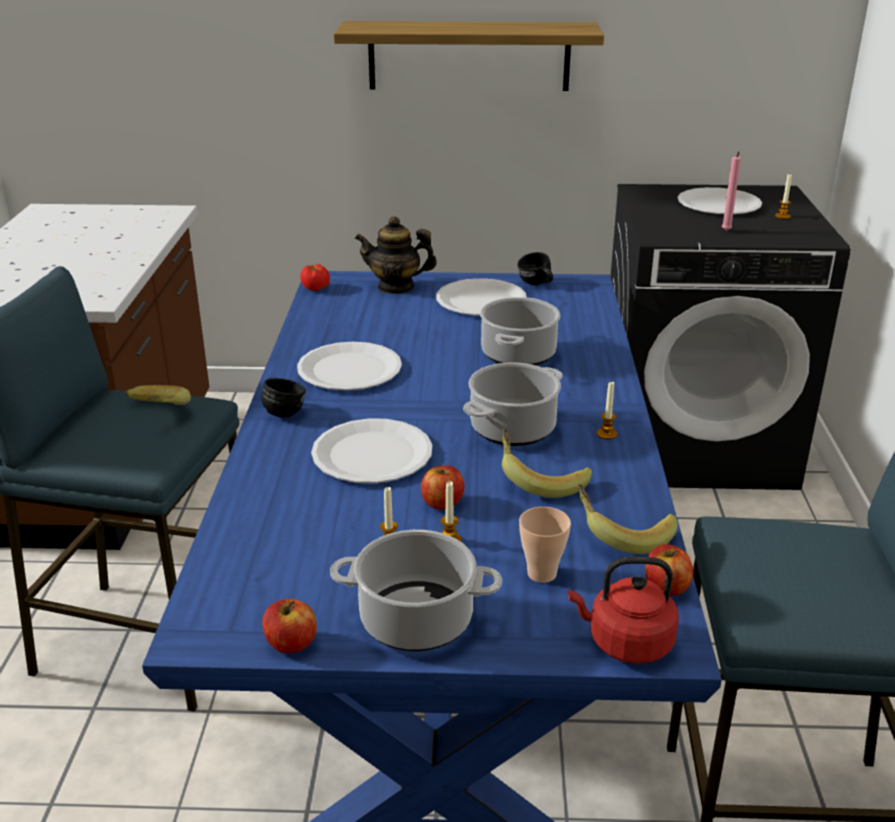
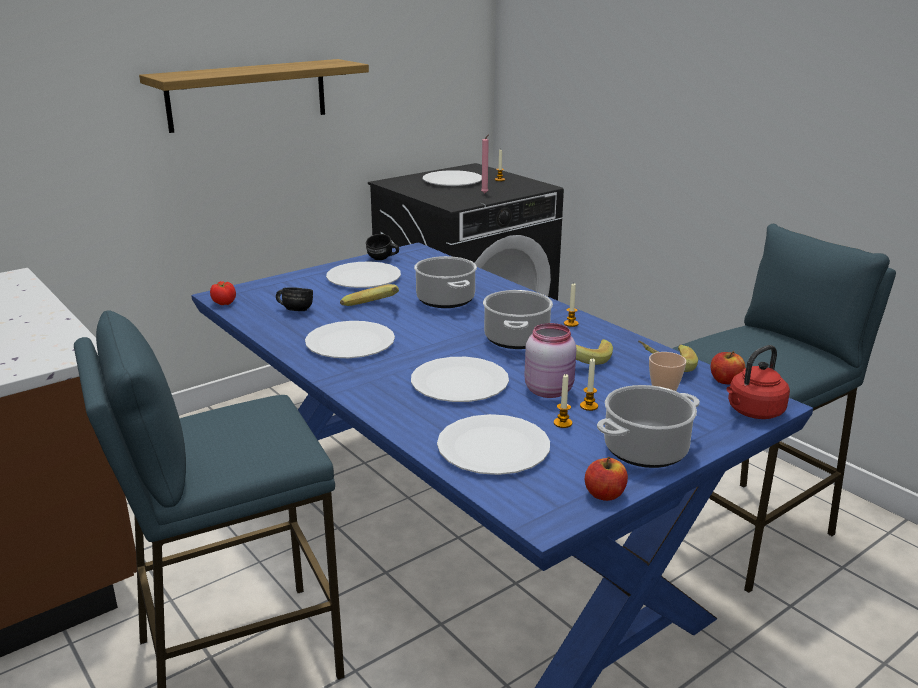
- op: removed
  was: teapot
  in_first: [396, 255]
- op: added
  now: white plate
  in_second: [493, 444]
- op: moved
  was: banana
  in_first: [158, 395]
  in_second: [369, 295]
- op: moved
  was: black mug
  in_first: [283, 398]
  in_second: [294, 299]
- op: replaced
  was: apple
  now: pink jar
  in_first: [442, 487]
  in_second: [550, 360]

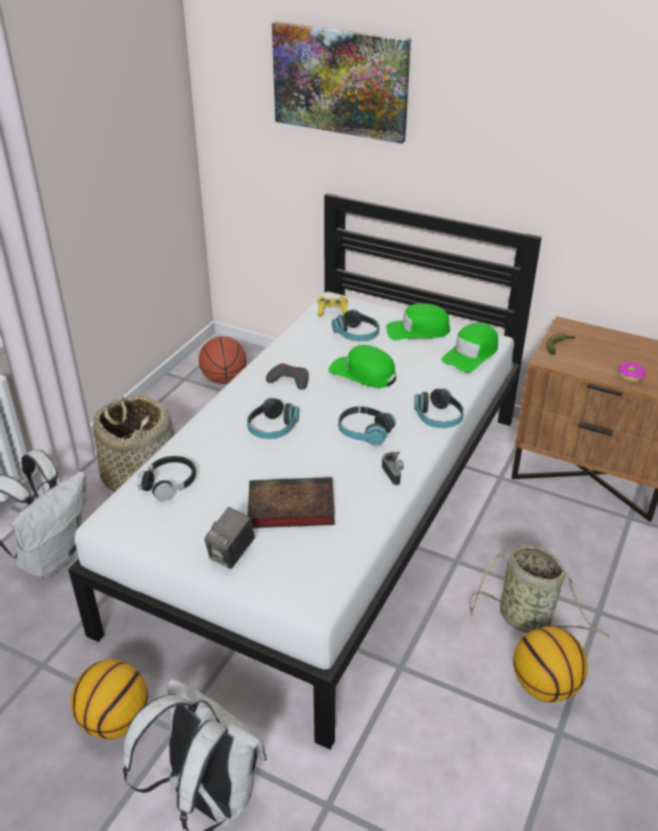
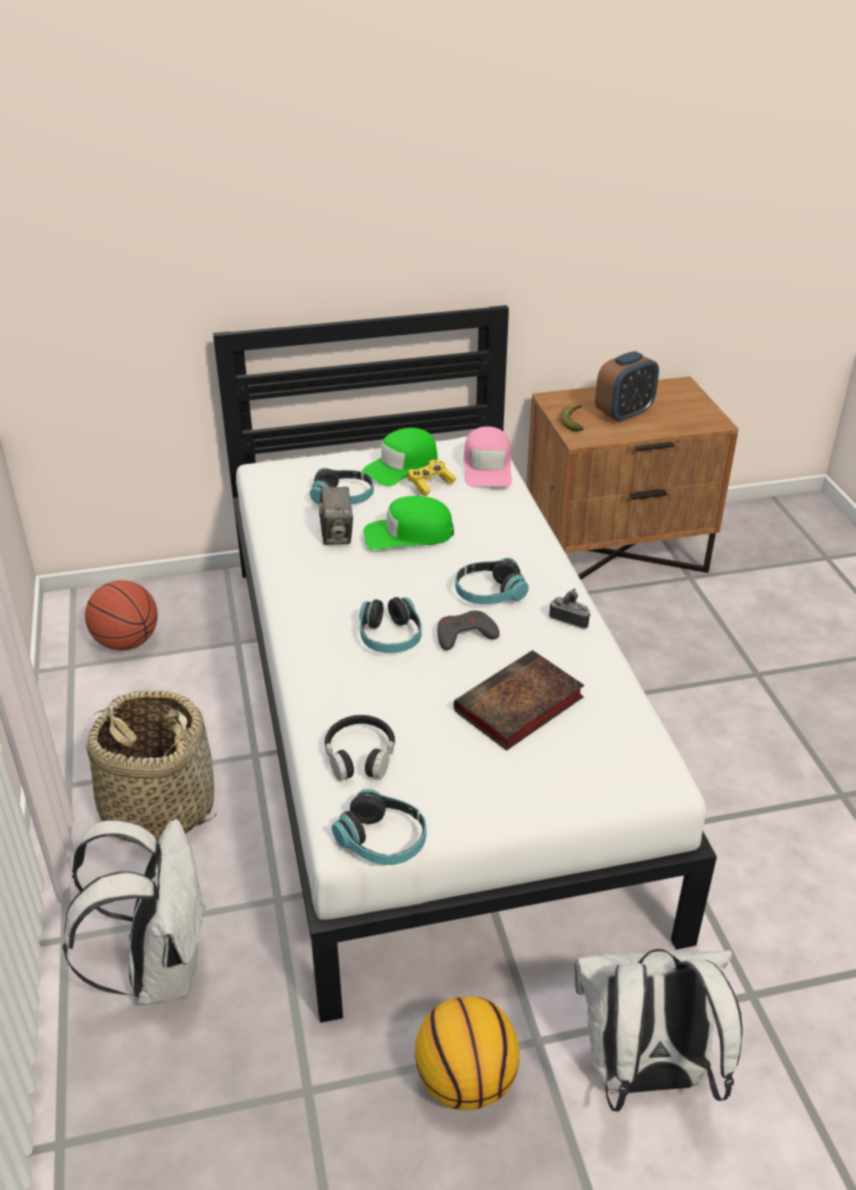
- op: removed
  was: picture
  in_first: [341, 83]
- op: removed
  was: basket
  in_first: [539, 591]
- op: removed
  was: basketball
  in_first: [550, 664]
- op: removed
  was: donut
  in_first: [632, 372]
- op: added
  now: alarm clock
  in_second: [627, 387]
- op: moved
  was: photo camera
  in_first: [230, 538]
  in_second: [336, 516]
- op: moved
  was: grey game controller
  in_first: [287, 376]
  in_second: [468, 630]
- op: moved
  was: yellow game controller
  in_first: [332, 306]
  in_second: [431, 478]
- op: moved
  was: headphones
  in_first: [439, 408]
  in_second: [379, 827]
- op: recoloured
  was: green cap
  now: pink cap
  in_first: [470, 347]
  in_second: [487, 456]

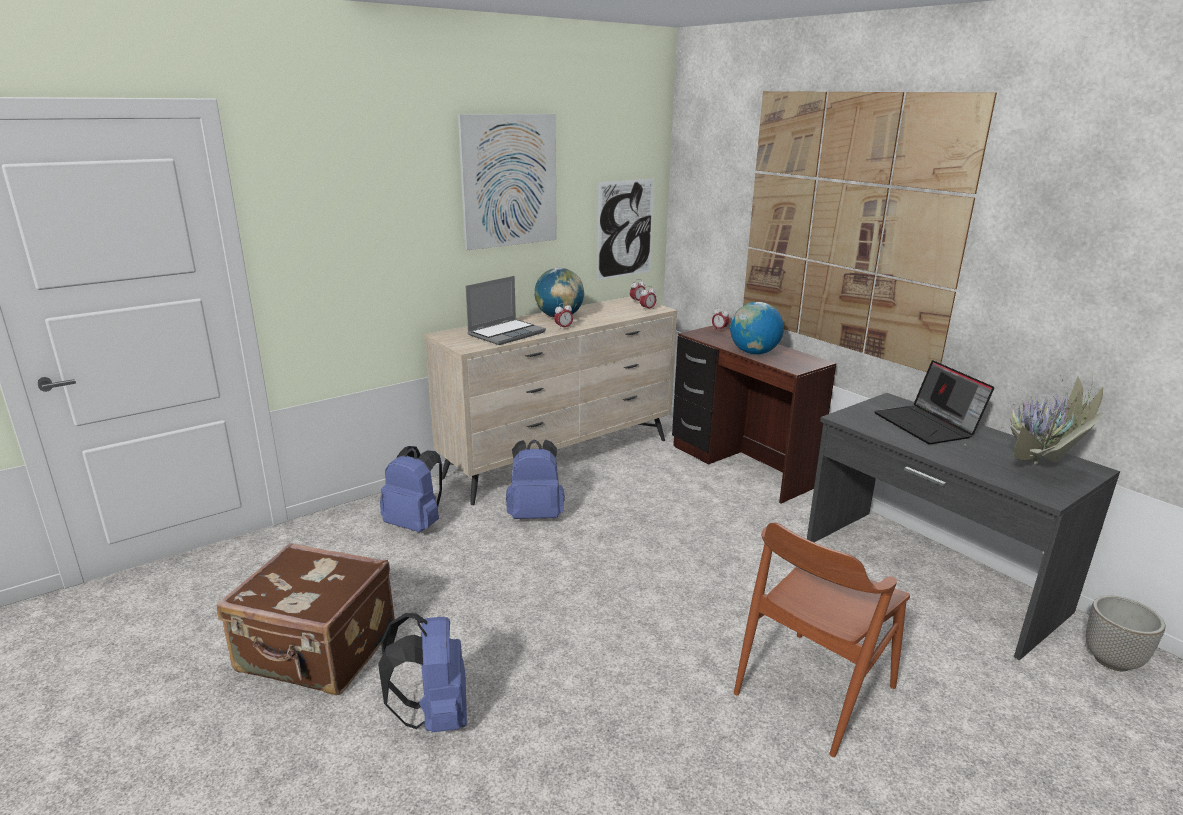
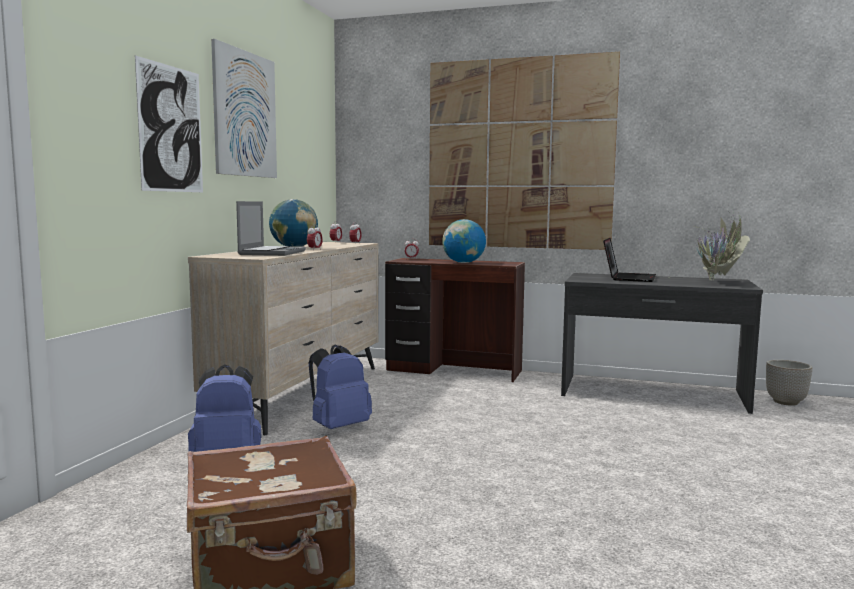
- op: removed
  was: blue backpack
  in_first: [422, 673]
- op: removed
  was: brown chair
  in_first: [822, 640]
- op: moved
  was: picture
  in_first: [625, 229]
  in_second: [169, 123]
- op: turned
  was: laptop
  in_first: [934, 402]
  in_second: [629, 260]
  clockwise: -105

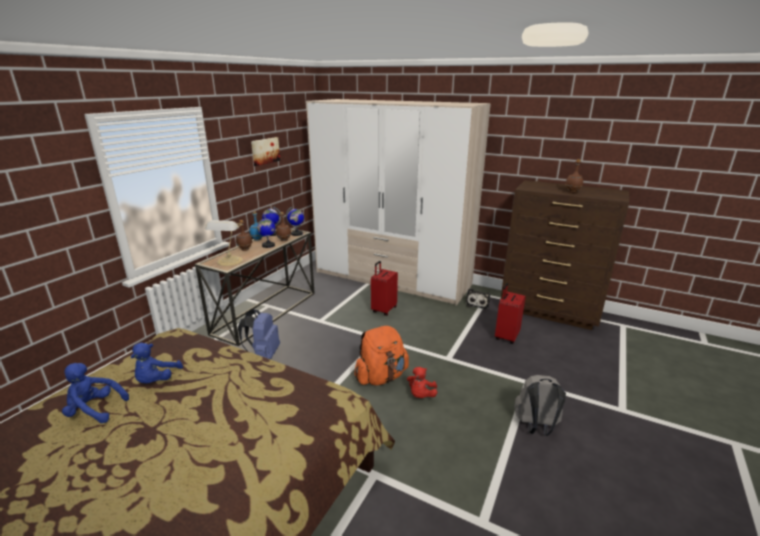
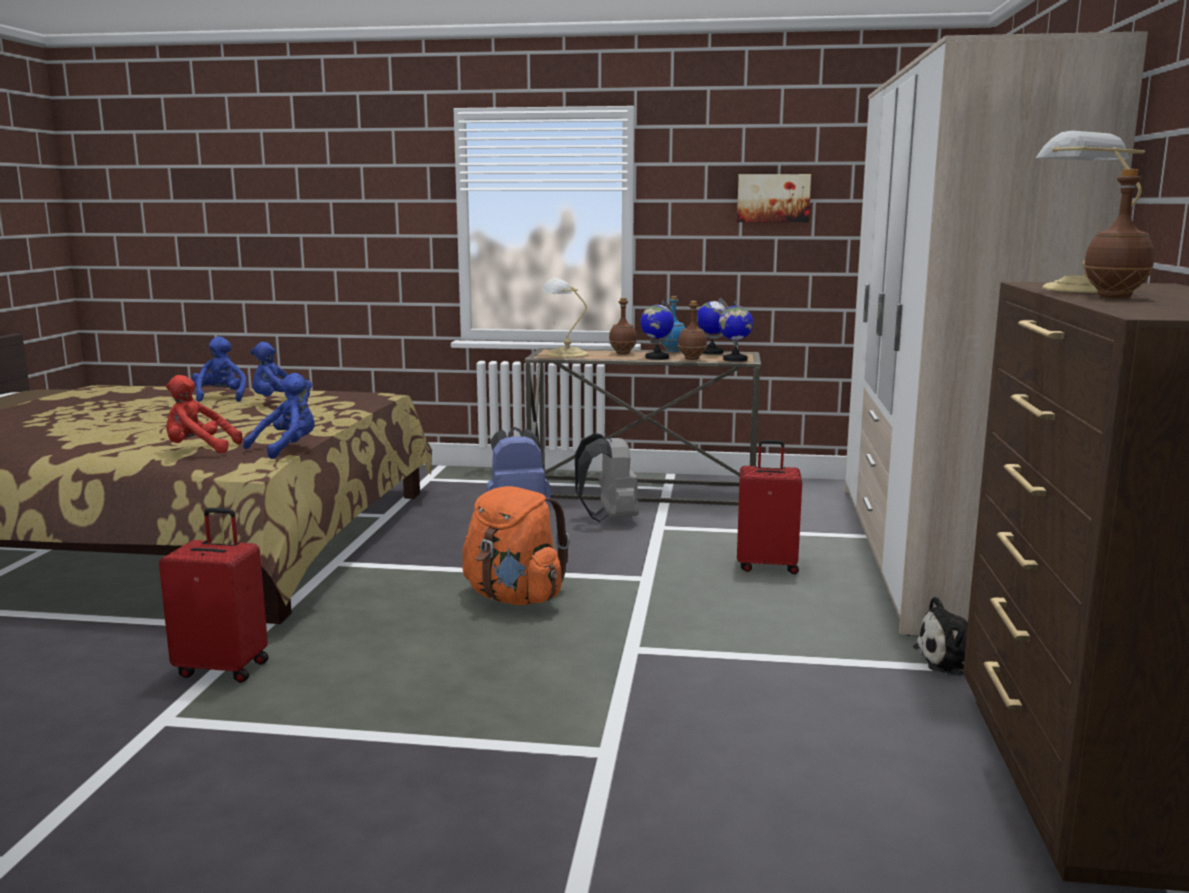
- op: added
  now: blue plush toy
  in_second: [279, 416]
- op: added
  now: table lamp
  in_second: [1090, 212]
- op: moved
  was: red plush toy
  in_first: [422, 382]
  in_second: [204, 414]
- op: moved
  was: red suitcase
  in_first: [510, 313]
  in_second: [214, 595]
- op: moved
  was: grey backpack
  in_first: [540, 405]
  in_second: [607, 477]

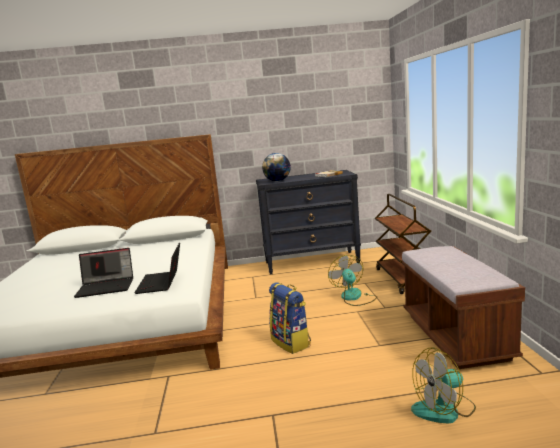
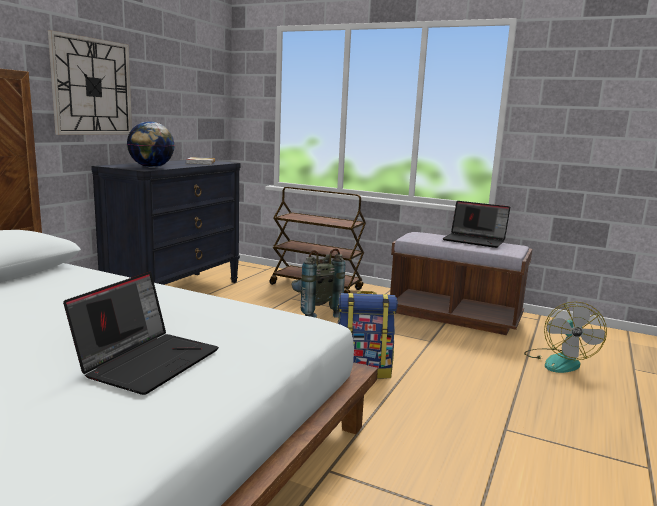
- op: added
  now: wall clock
  in_second: [90, 82]
- op: moved
  was: laptop
  in_first: [157, 268]
  in_second: [476, 224]
- op: replaced
  was: fan
  now: grey backpack
  in_first: [352, 280]
  in_second: [318, 283]

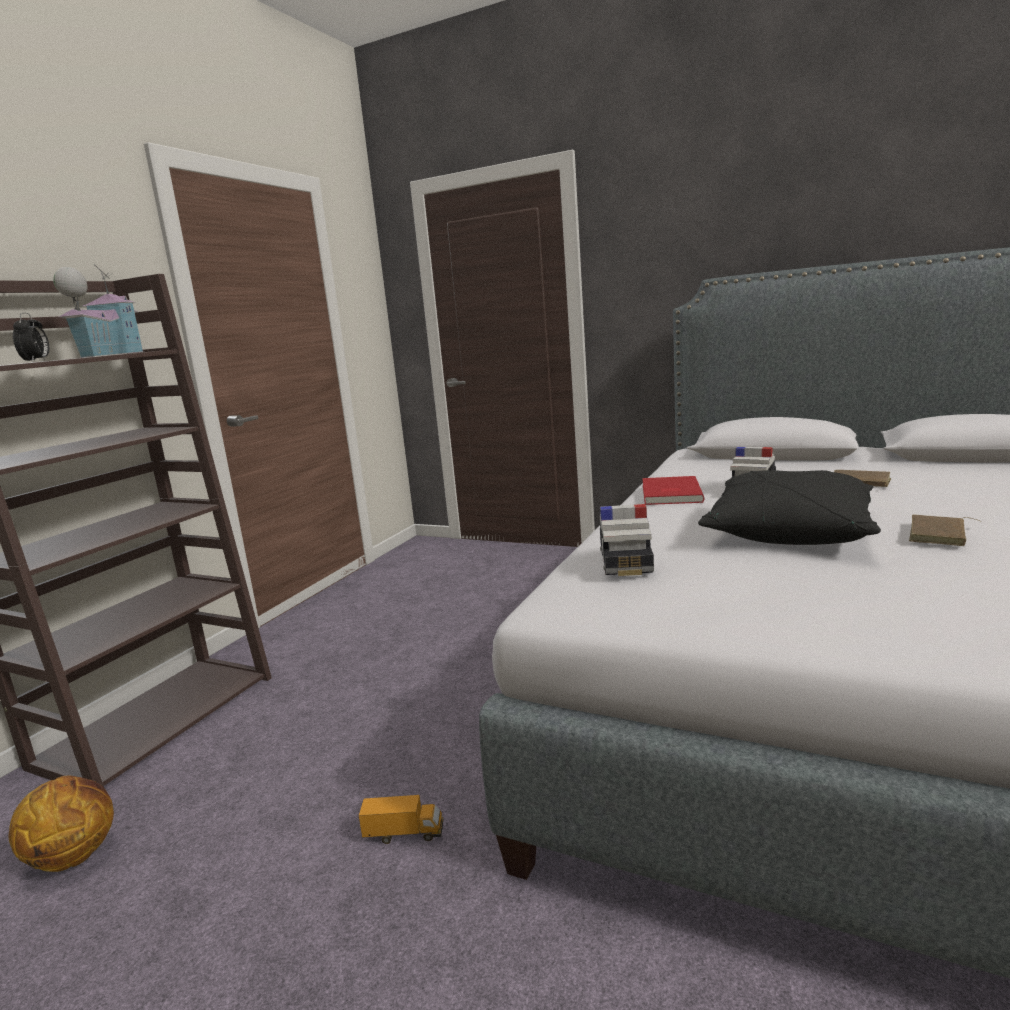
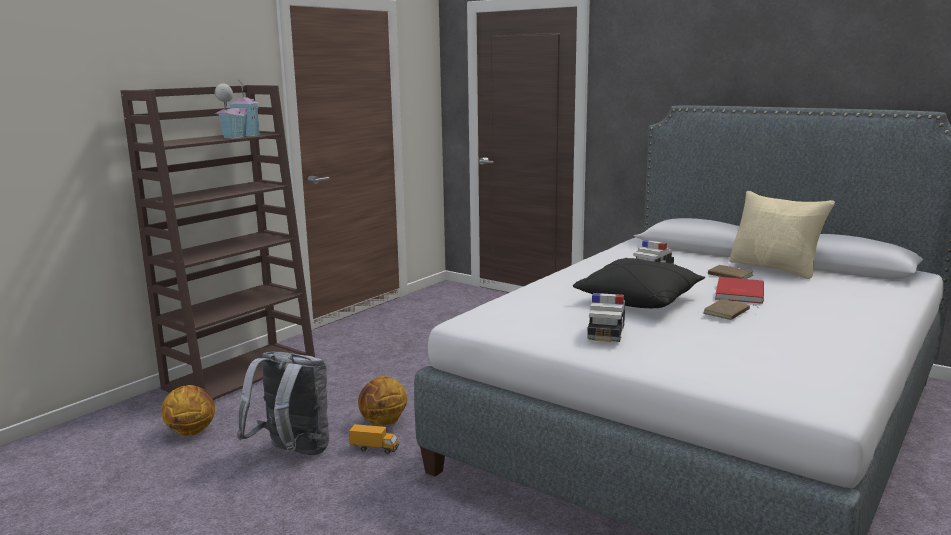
- op: removed
  was: alarm clock
  in_first: [31, 337]
- op: added
  now: grey backpack
  in_second: [283, 403]
- op: added
  now: basketball
  in_second: [382, 401]
- op: added
  now: beige pillow
  in_second: [782, 235]
- op: moved
  was: toy car
  in_first: [627, 540]
  in_second: [606, 317]
- op: moved
  was: red book
  in_first: [673, 490]
  in_second: [739, 290]

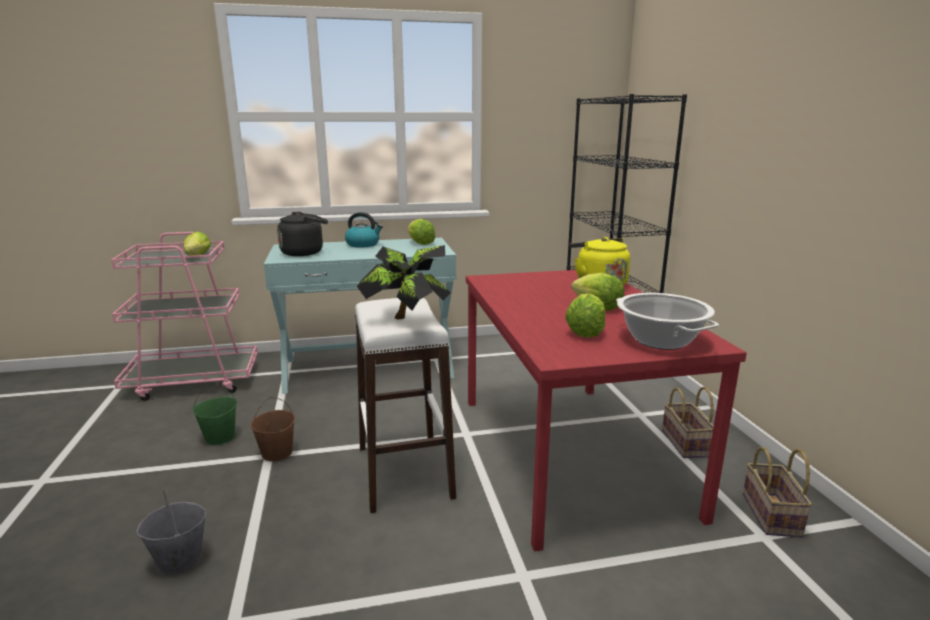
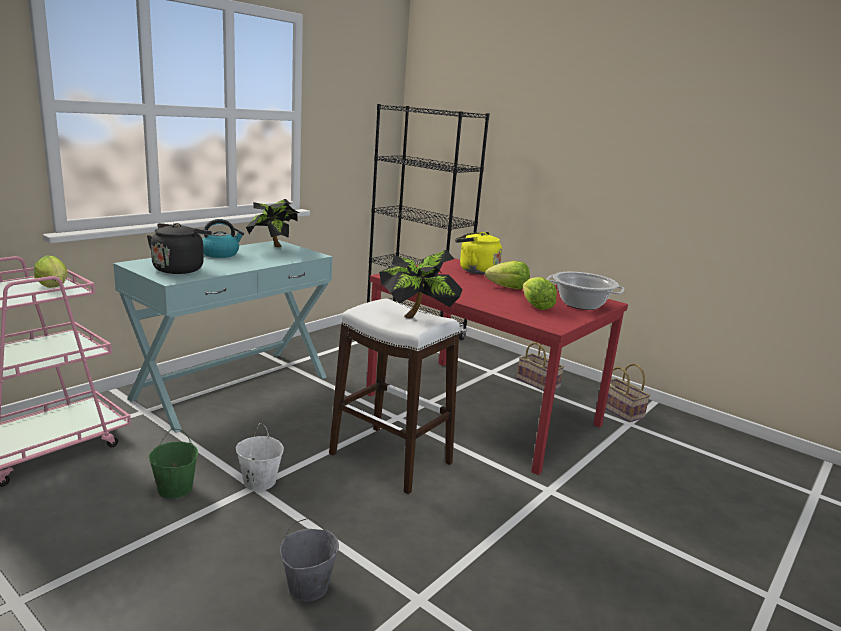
- op: replaced
  was: lettuce
  now: potted plant
  in_first: [422, 232]
  in_second: [272, 223]
- op: recoloured
  was: brown bucket
  now: white bucket
  in_first: [273, 429]
  in_second: [260, 457]

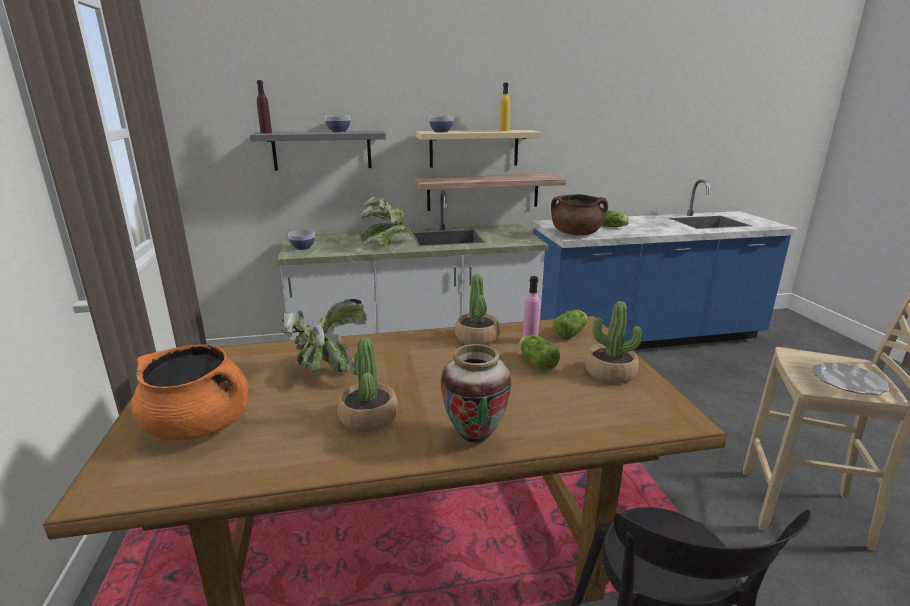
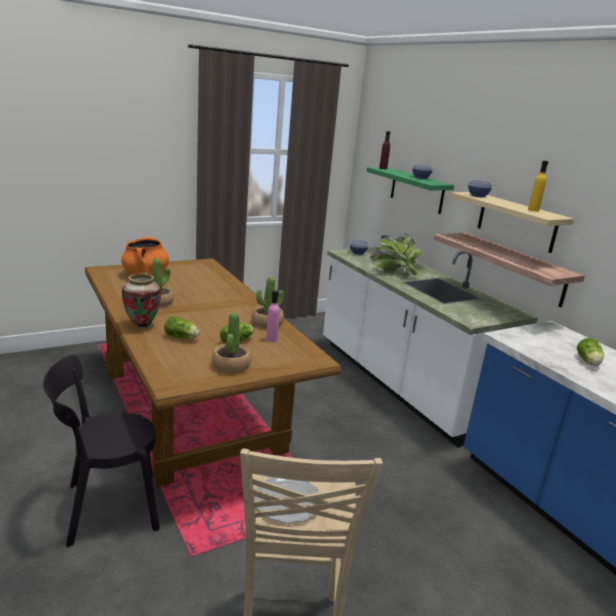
- op: removed
  was: potted plant
  in_first: [324, 337]
- op: removed
  was: brown cooking pot
  in_first: [579, 214]
- op: moved
  was: lettuce
  in_first: [570, 324]
  in_second: [182, 327]
- op: recoloured
  was: grey shelf
  now: green shelf
  in_first: [318, 151]
  in_second: [410, 190]

